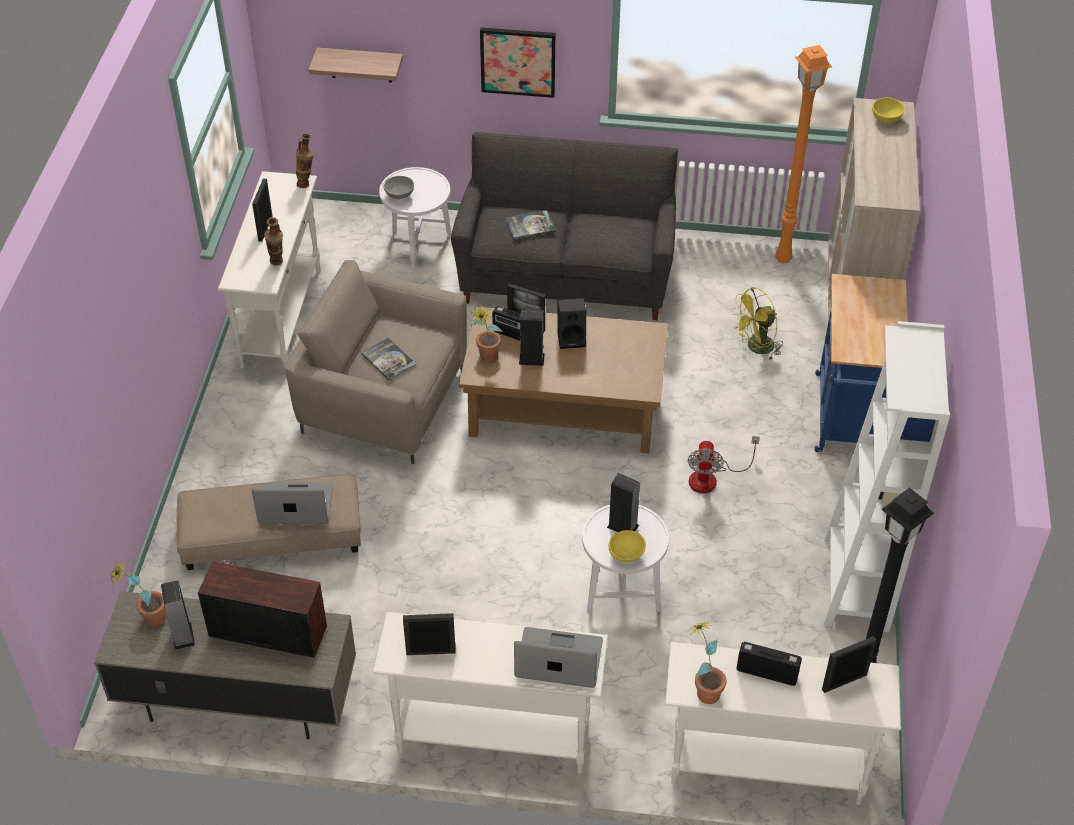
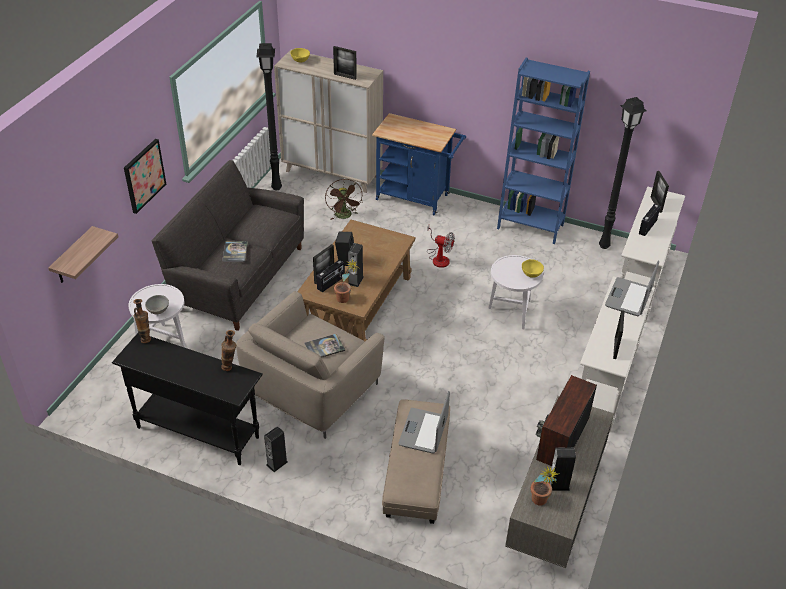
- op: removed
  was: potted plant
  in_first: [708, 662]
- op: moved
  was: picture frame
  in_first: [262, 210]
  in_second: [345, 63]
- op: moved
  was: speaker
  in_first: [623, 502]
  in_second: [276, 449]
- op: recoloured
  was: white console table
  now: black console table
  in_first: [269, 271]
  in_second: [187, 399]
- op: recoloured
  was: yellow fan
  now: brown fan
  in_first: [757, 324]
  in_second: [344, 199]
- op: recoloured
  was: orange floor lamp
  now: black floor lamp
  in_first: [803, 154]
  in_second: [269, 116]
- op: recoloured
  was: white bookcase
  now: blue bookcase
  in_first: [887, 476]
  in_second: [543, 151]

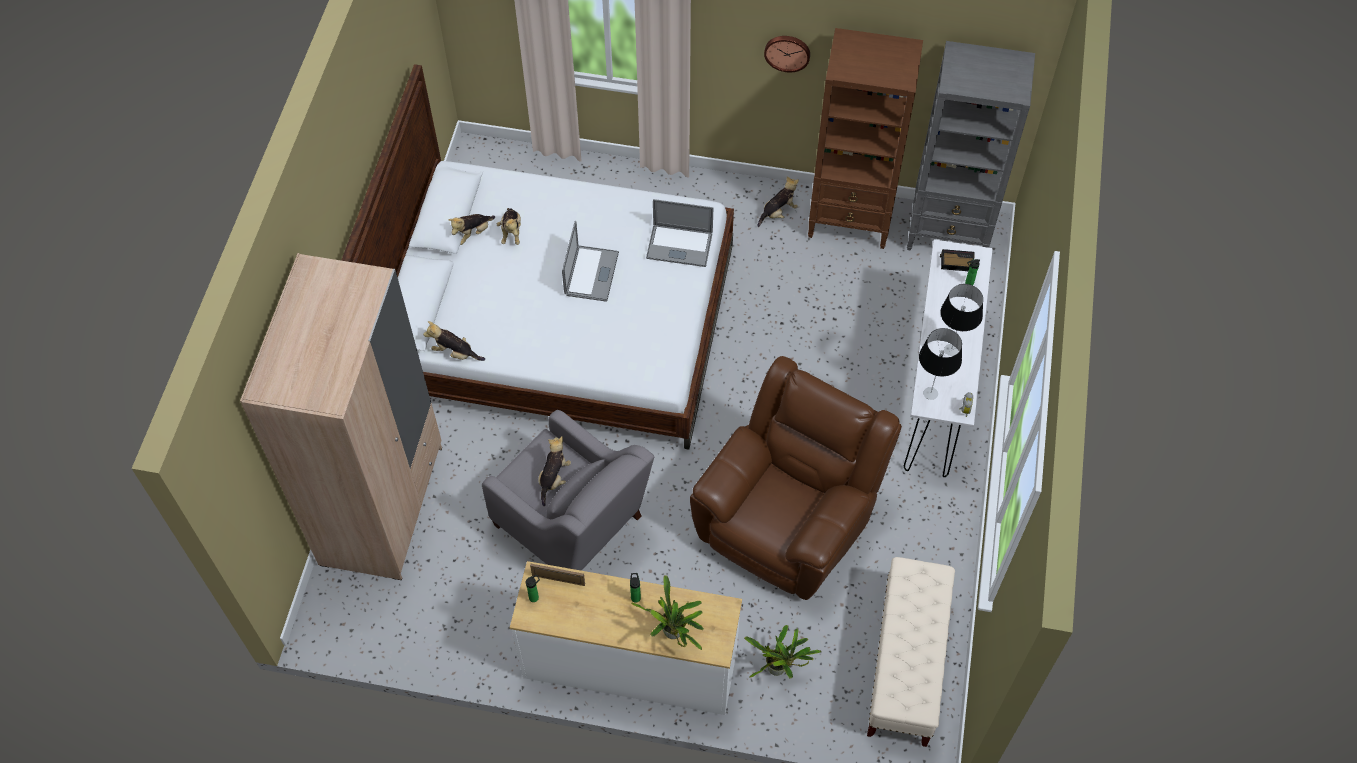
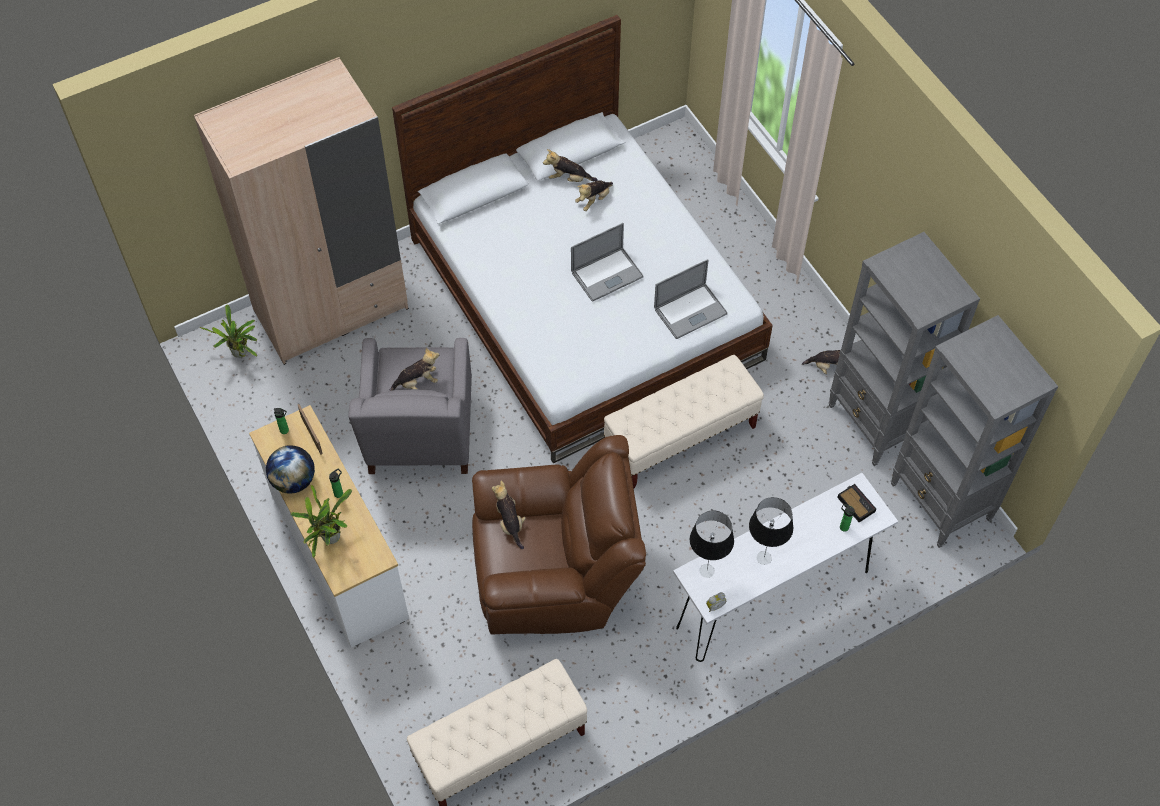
- op: removed
  was: wall clock
  in_first: [787, 54]
- op: added
  now: globe
  in_second: [290, 469]
- op: added
  now: beige bench
  in_second: [684, 421]
- op: moved
  was: plush toy
  in_first: [454, 341]
  in_second: [509, 515]
- op: moved
  was: potted plant
  in_first: [782, 652]
  in_second: [228, 331]
- op: recoloured
  was: brown bookcase
  now: grey bookcase
  in_first: [865, 138]
  in_second: [904, 349]
- op: turned
  was: laptop
  in_first: [679, 233]
  in_second: [691, 299]
  clockwise: -90

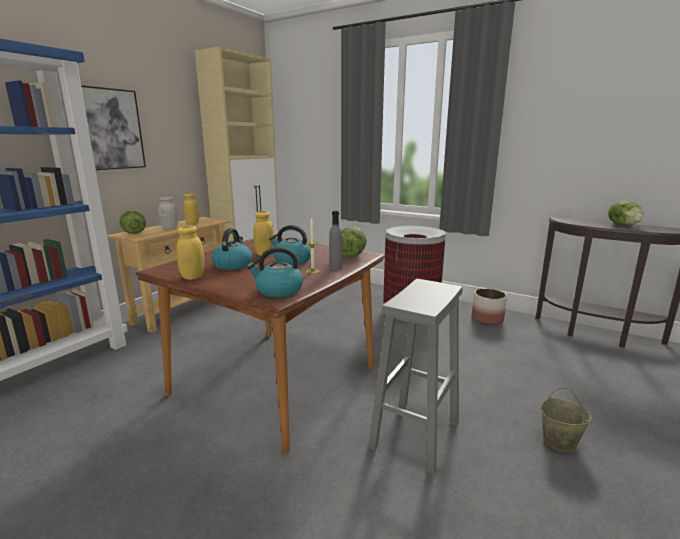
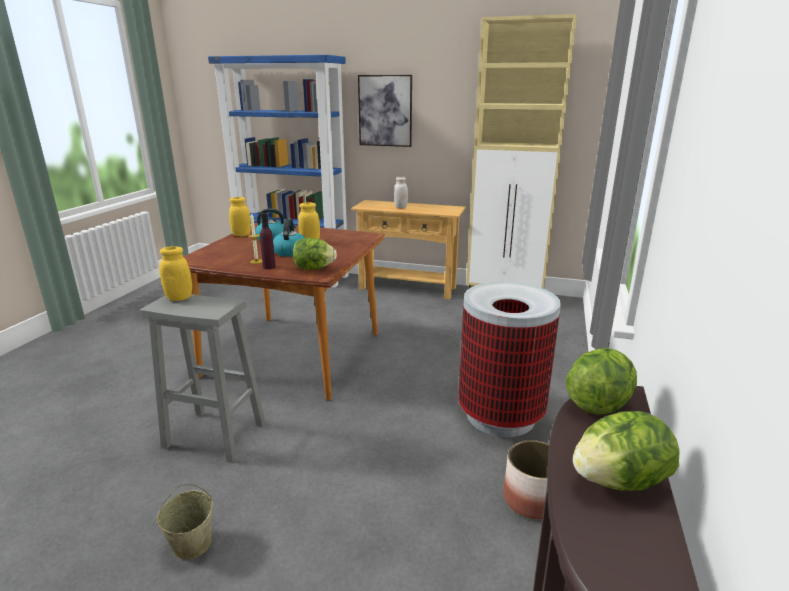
- op: removed
  was: kettle
  in_first: [275, 272]
- op: moved
  was: lettuce
  in_first: [133, 222]
  in_second: [601, 381]
- op: moved
  was: yellow jar
  in_first: [191, 209]
  in_second: [175, 273]
- op: recoloured
  was: grey bottle
  now: purple bottle
  in_first: [335, 240]
  in_second: [268, 241]

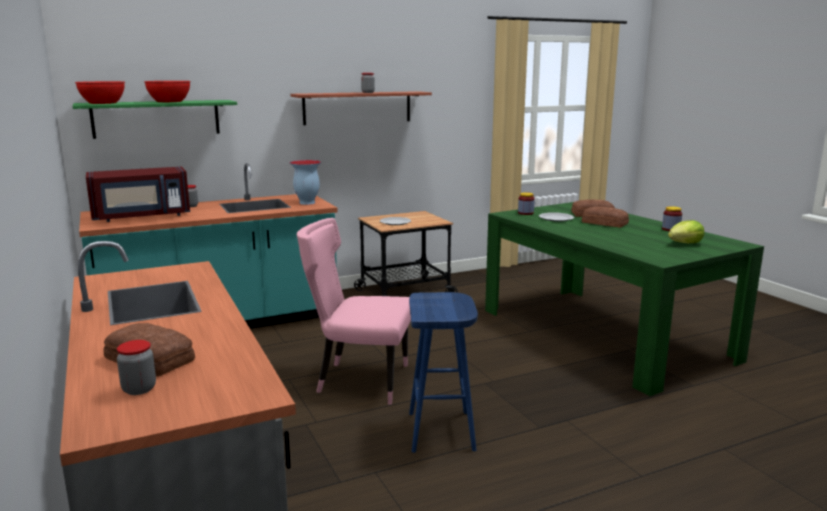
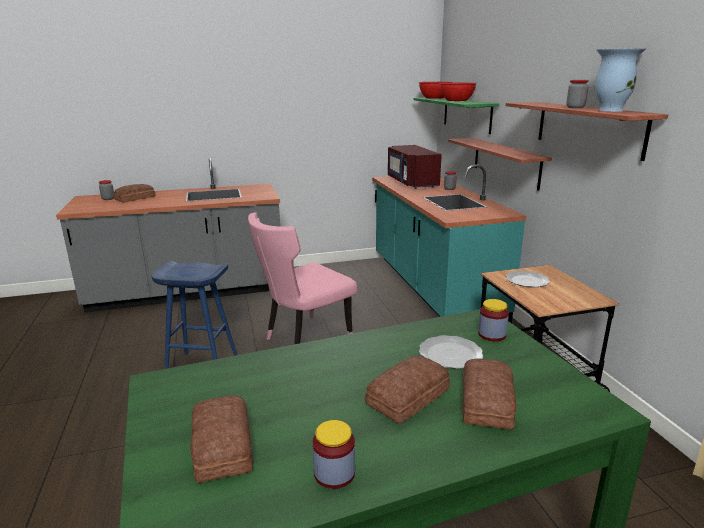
- op: added
  now: shelf
  in_second: [500, 164]
- op: moved
  was: vase
  in_first: [305, 182]
  in_second: [620, 80]
- op: replaced
  was: lettuce
  now: bread
  in_first: [686, 231]
  in_second: [221, 439]
- op: turned
  was: pink chair
  in_first: [354, 311]
  in_second: [302, 278]
  clockwise: -150

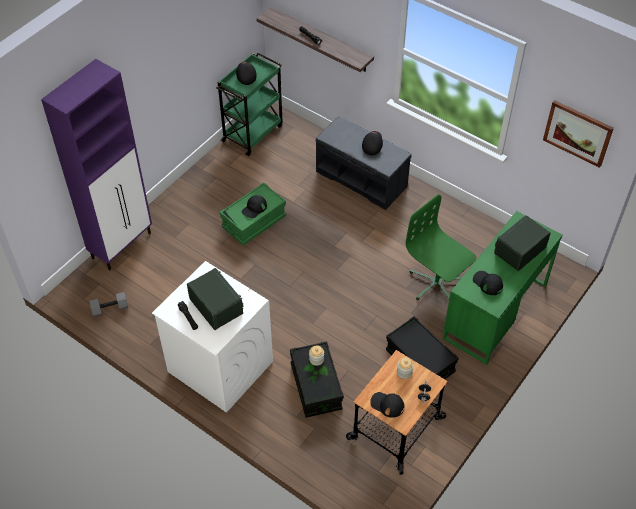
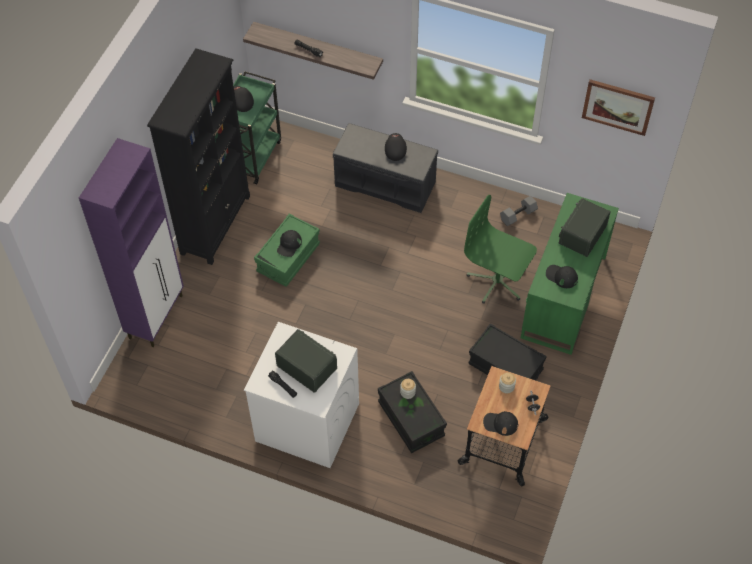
- op: added
  now: black bookcase
  in_second: [198, 157]
- op: moved
  was: grey dumbbell
  in_first: [108, 304]
  in_second: [519, 211]

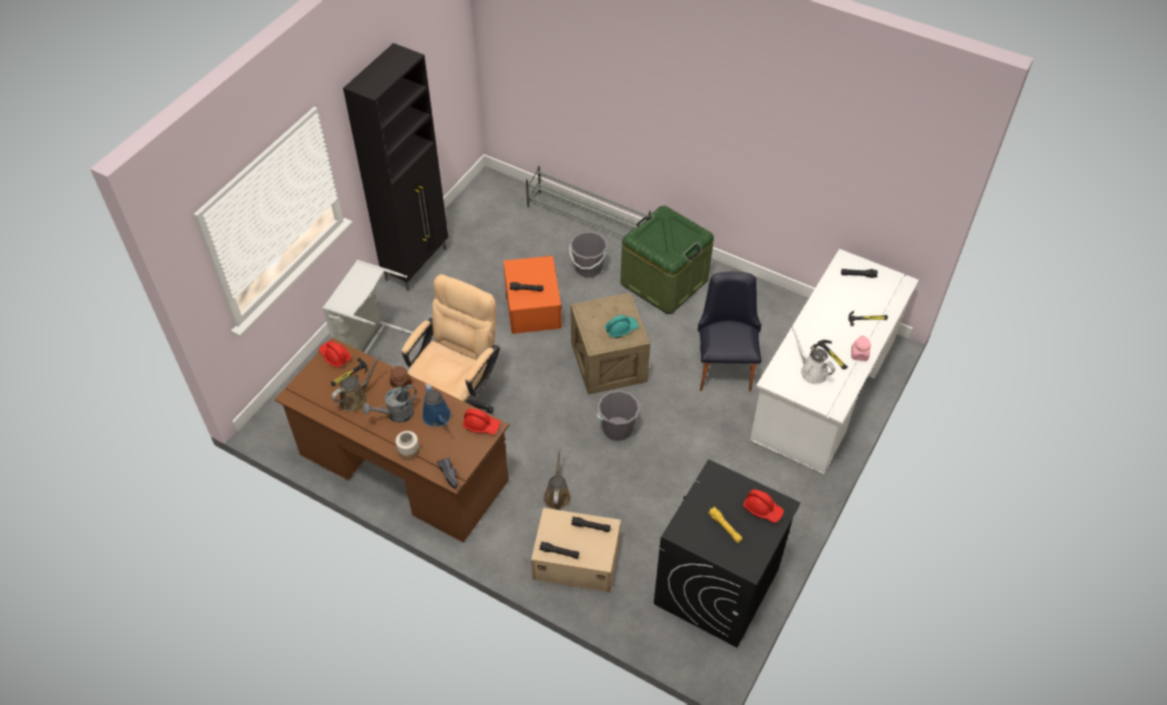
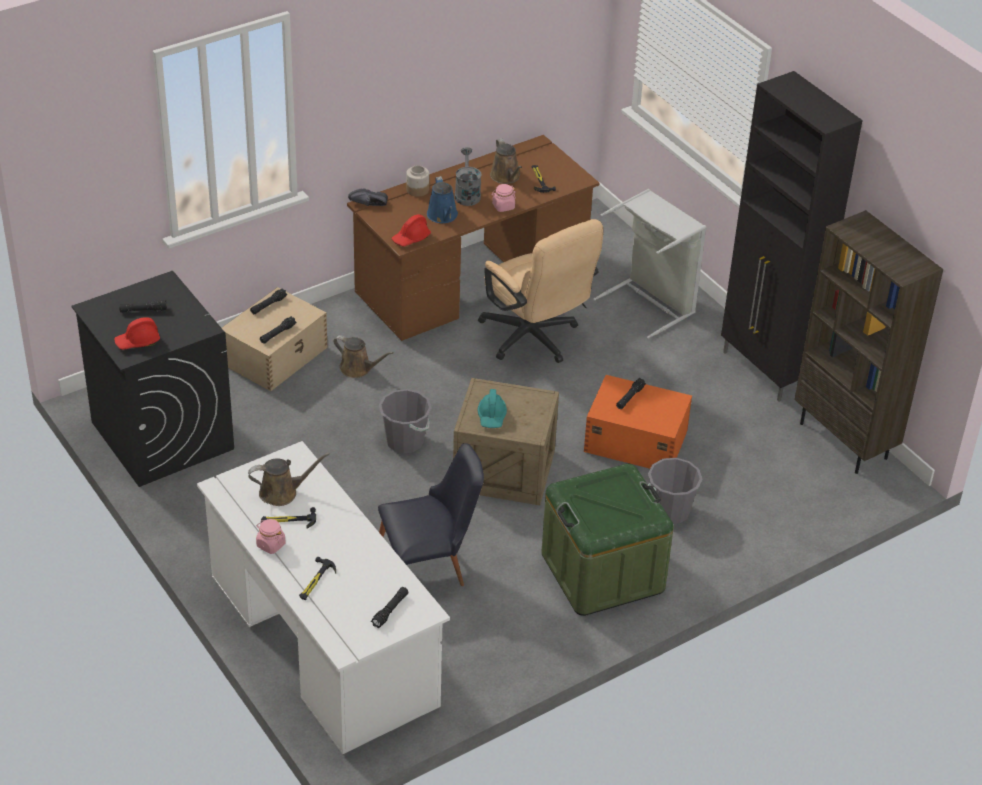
- op: removed
  was: red hard hat
  in_first: [335, 354]
- op: removed
  was: grey shoe rack
  in_first: [588, 201]
- op: added
  now: brown bookcase
  in_second: [868, 342]
- op: recoloured
  was: brown jar
  now: pink jar
  in_first: [401, 377]
  in_second: [504, 198]
- op: recoloured
  was: yellow flashlight
  now: black flashlight
  in_first: [725, 525]
  in_second: [143, 306]
- op: recoloured
  was: white watering can
  now: brown watering can
  in_first: [813, 355]
  in_second: [289, 479]
- op: turned
  was: blue watering can
  in_first: [436, 405]
  in_second: [442, 199]
  clockwise: -105
- op: turned
  was: black chair
  in_first: [730, 331]
  in_second: [431, 514]
  clockwise: -45

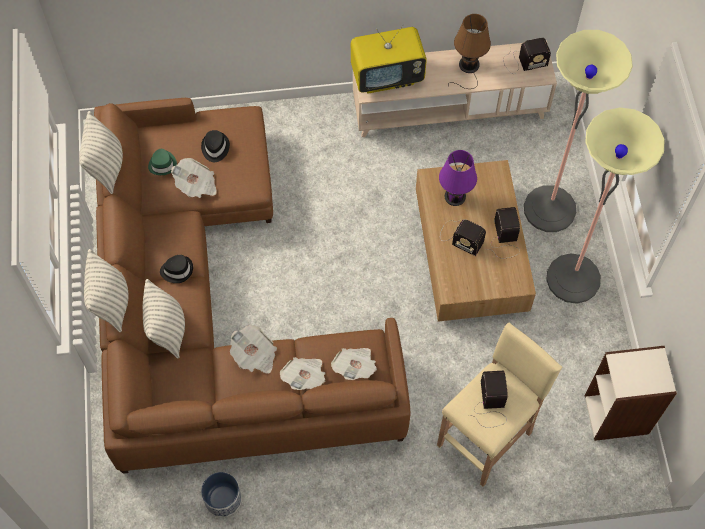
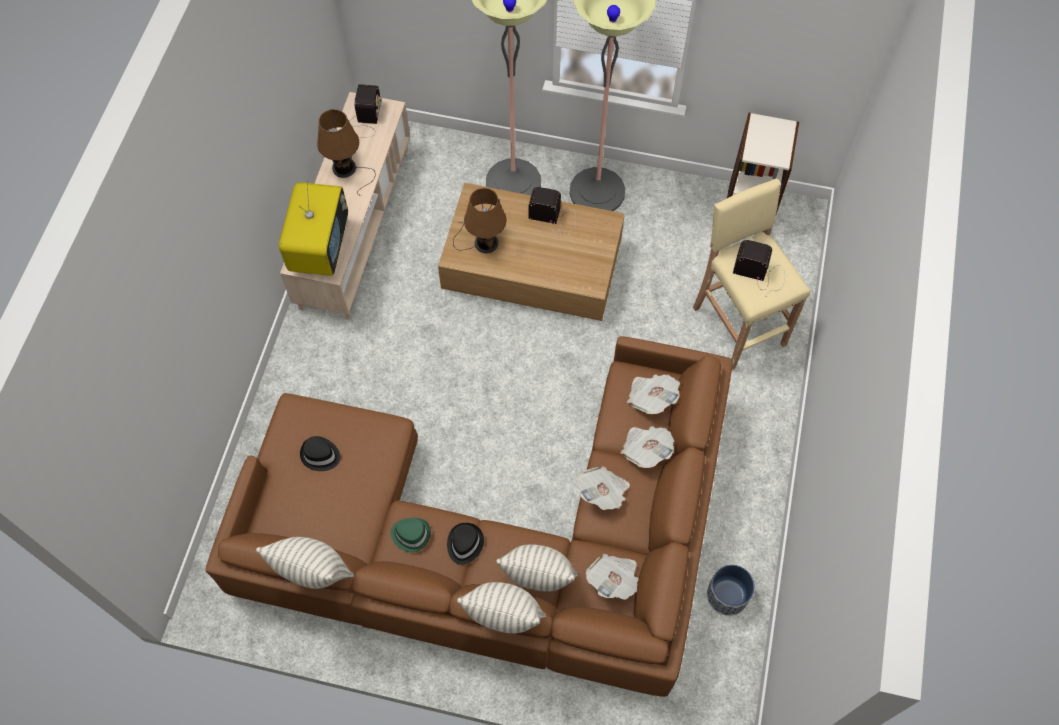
- op: removed
  was: radio
  in_first: [463, 236]
- op: moved
  was: green hat
  in_first: [162, 162]
  in_second: [410, 535]
- op: moved
  was: newspaper
  in_first: [194, 178]
  in_second: [612, 577]
- op: recoloured
  was: purple table lamp
  now: brown table lamp
  in_first: [458, 178]
  in_second: [479, 220]

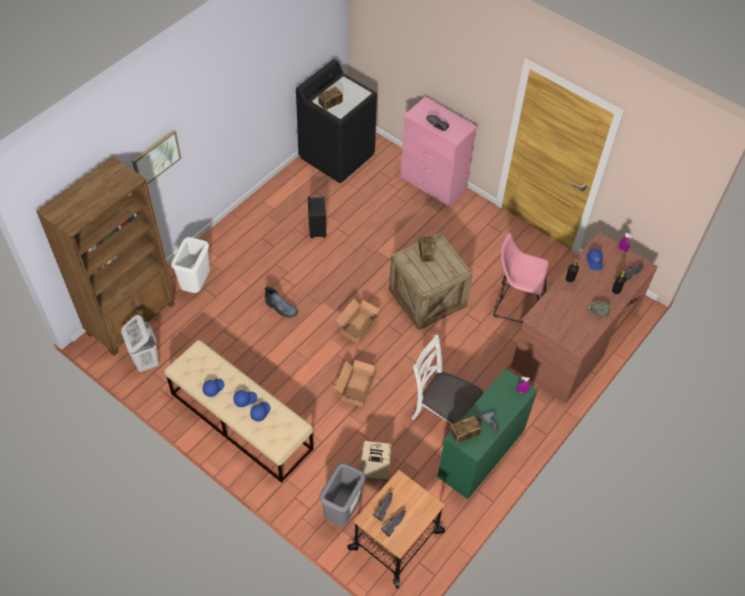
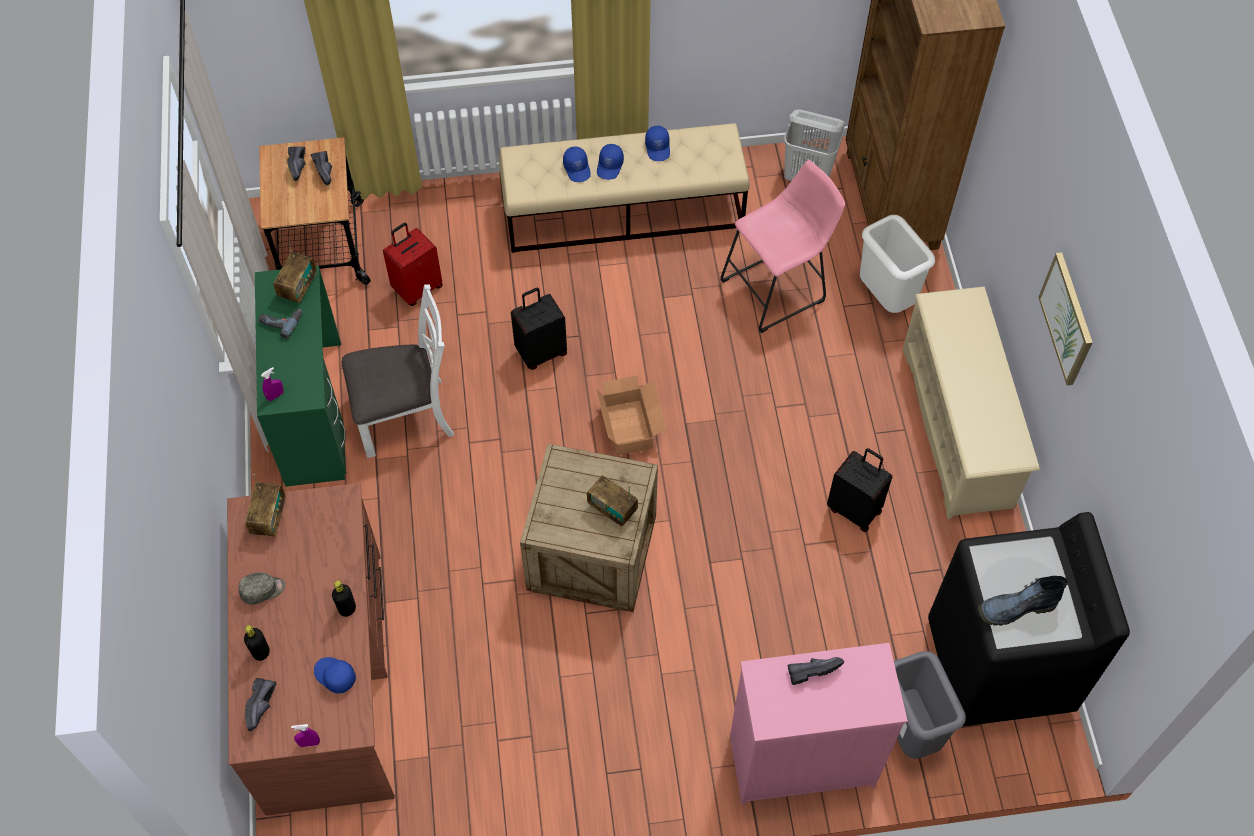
- op: added
  now: beige shoe rack
  in_second: [971, 402]
- op: moved
  was: picture
  in_first: [156, 157]
  in_second: [1065, 319]
- op: moved
  was: boot
  in_first: [281, 302]
  in_second: [1023, 601]
- op: moved
  was: radio
  in_first: [330, 99]
  in_second: [265, 505]
- op: moved
  was: grey trash can
  in_first: [342, 494]
  in_second: [930, 705]
- op: moved
  was: pink stool
  in_first: [521, 278]
  in_second: [783, 246]
- op: replaced
  was: cardboard box
  now: black suitcase
  in_first: [356, 383]
  in_second: [539, 328]
- op: recoloured
  was: beige suitcase
  now: red suitcase
  in_first: [376, 461]
  in_second: [413, 264]

